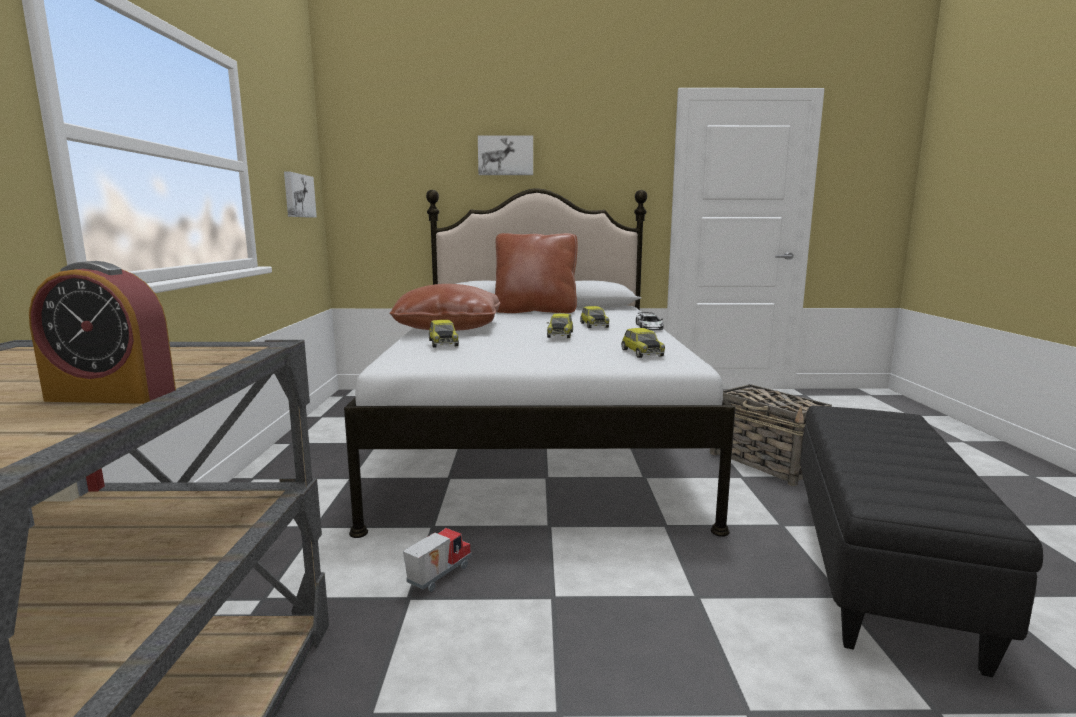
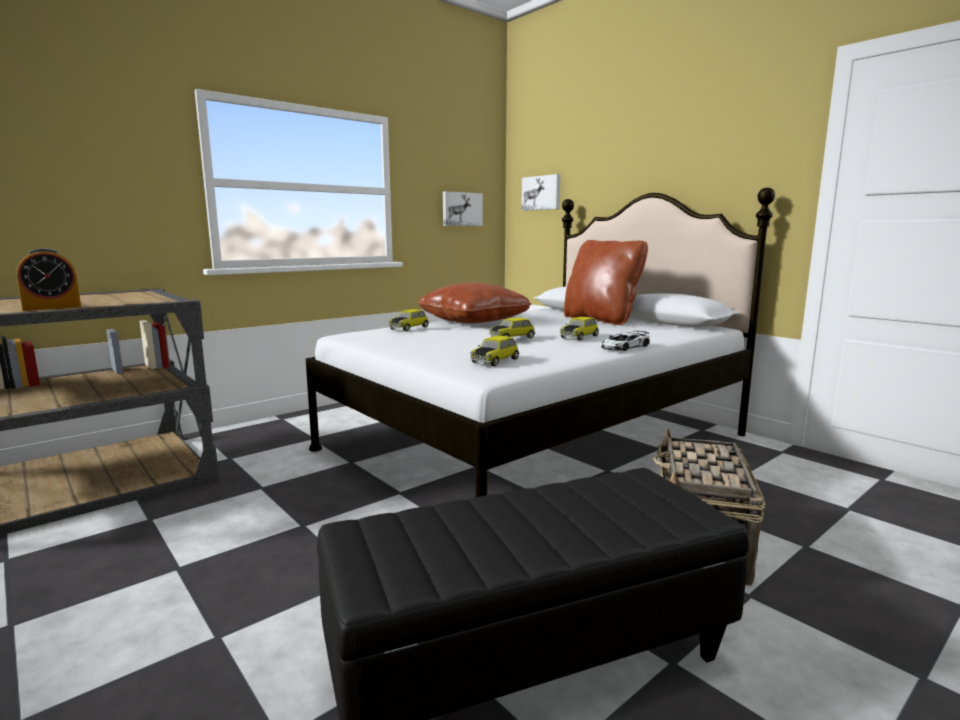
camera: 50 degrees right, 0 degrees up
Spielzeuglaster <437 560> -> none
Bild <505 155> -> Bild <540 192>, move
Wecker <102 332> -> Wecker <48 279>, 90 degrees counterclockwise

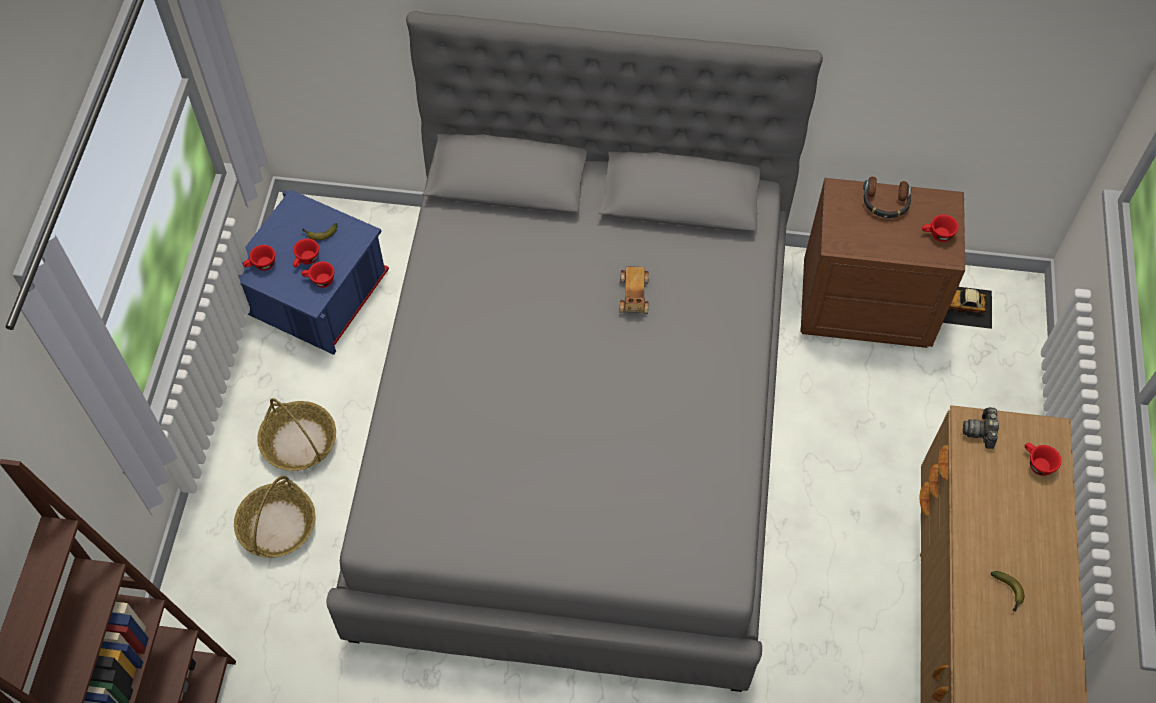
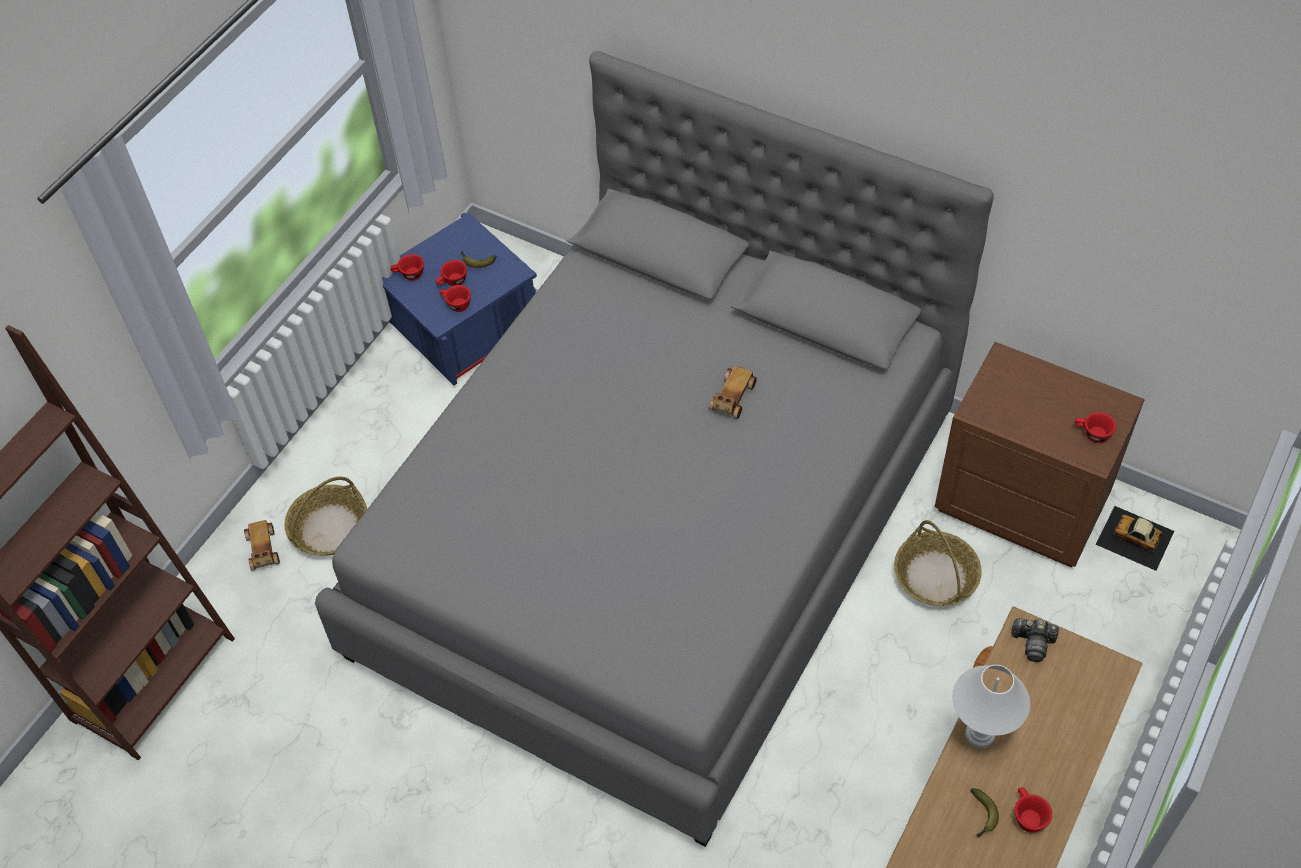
camera: 25 degrees right, 5 degrees down
Kopfhörer <887 197> -> none
none -> Spielzeugauto <262 545>
none -> Tischlampe (weiß) <991 707>
Korb <296 434> -> Korb <938 563>, move
Tasse (rot) <1043 459> -> Tasse (rot) <1033 810>, move
Kamera <981 428> -> Kamera <1035 640>, 105 degrees counterclockwise

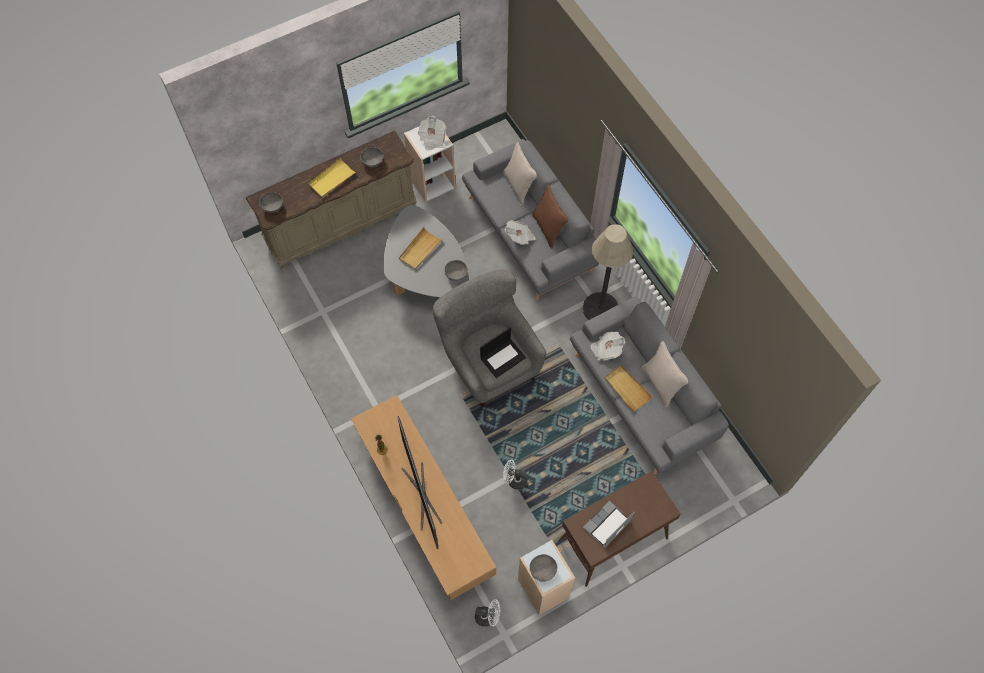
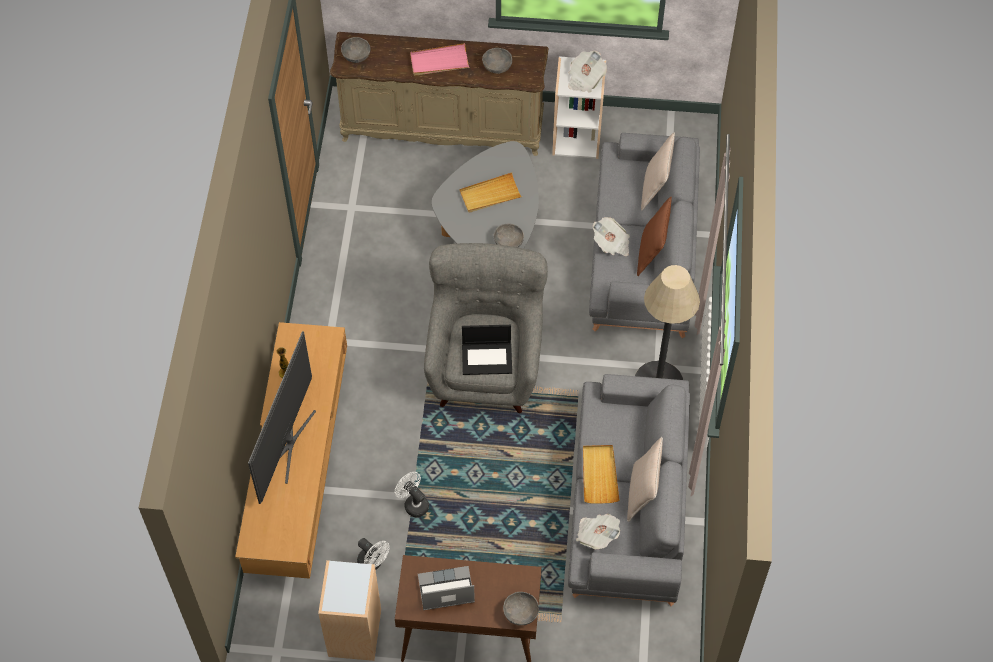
camera: 35 degrees right, 5 degrees down
Ventilator (weiß) <487 612> -> Ventilator (weiß) <373 554>, move
Schüssel (grau) <543 568> -> Schüssel (grau) <521 609>, move
Zeitung <607 346> -> Zeitung <598 531>, move
Tablett (gelb) <332 177> -> Tablett (rosa) <440 59>

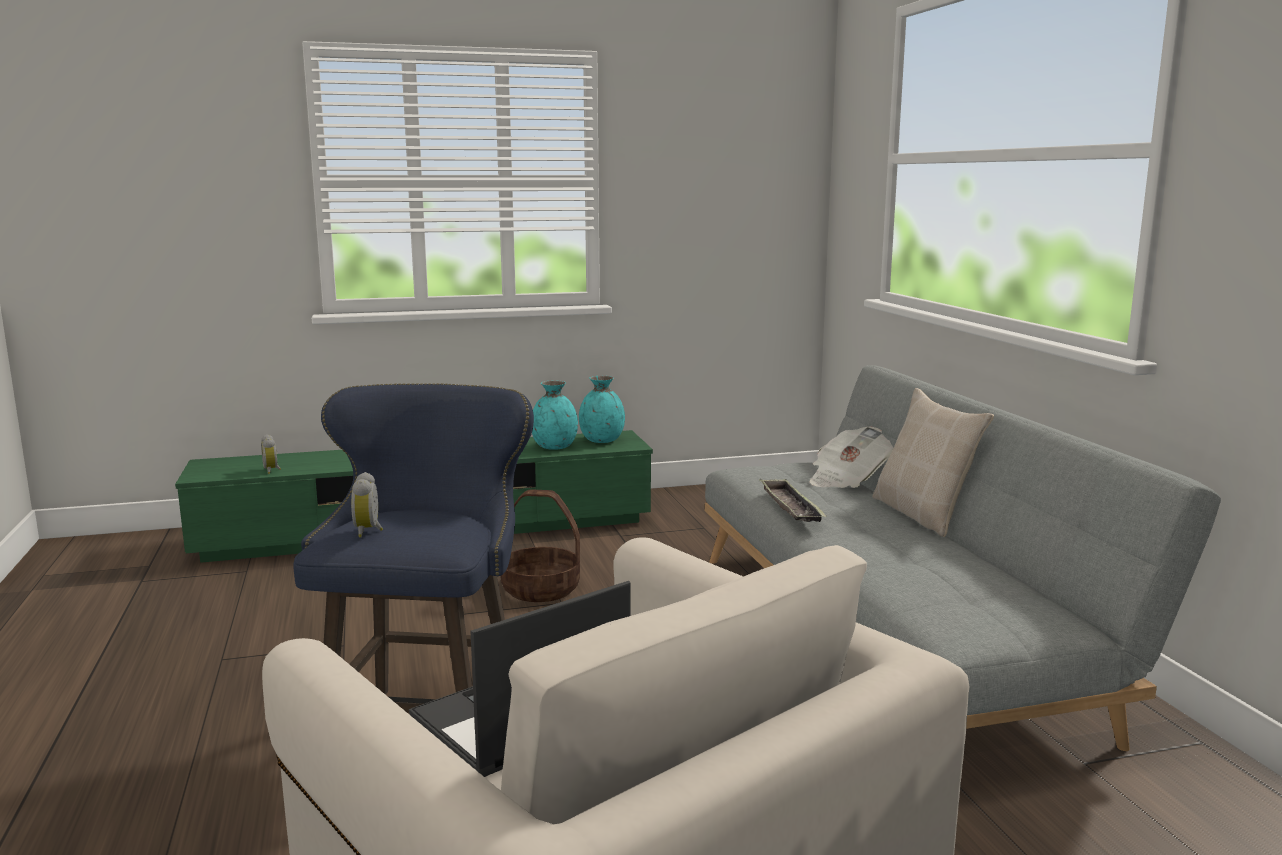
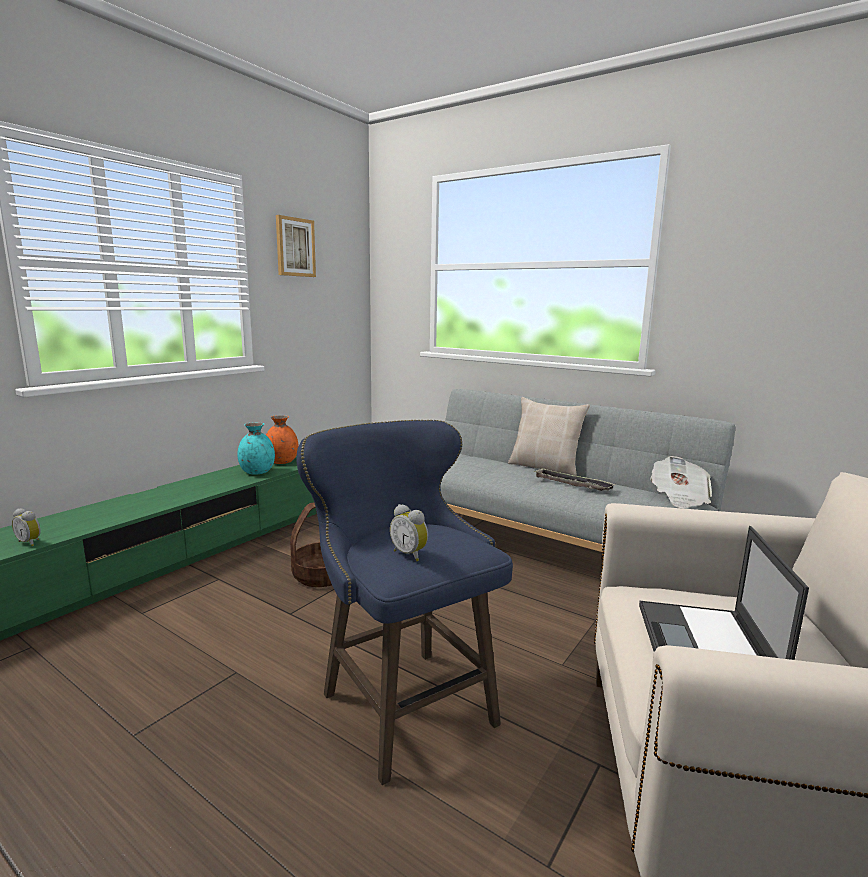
camera: 40 degrees left, 0 degrees up
none -> Bild <296 246>
Tablett <793 500> -> Tablett <575 479>, move
Zeitung <851 457> -> Zeitung <681 482>, move
Vase (türkis) <602 409> -> Vase (orange) <282 439>

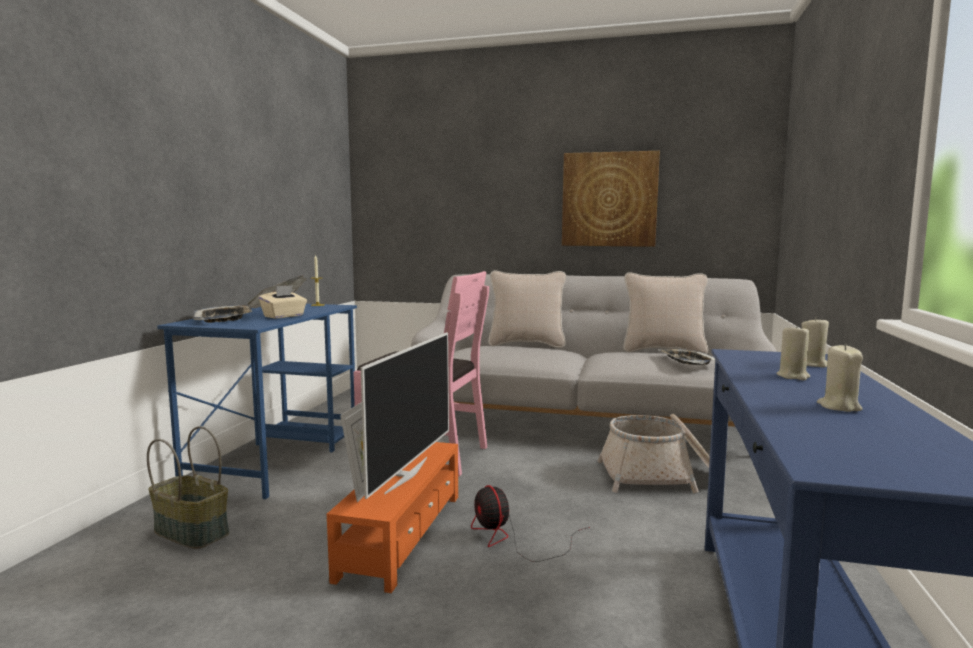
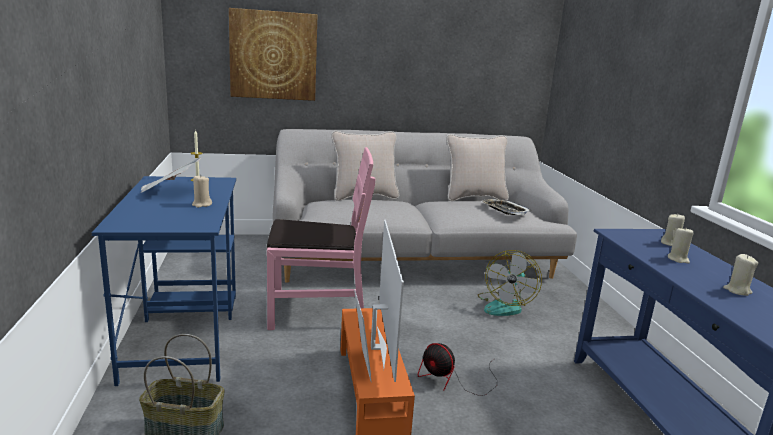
camera: 25 degrees left, 10 degrees up
Tablett <222 314> -> none
Bild <611 199> -> Bild <273 54>, move
Taschentuchbox (beige) <283 301> -> Kerze (beige) <202 192>
Korb <653 453> -> Ventilator <510 283>

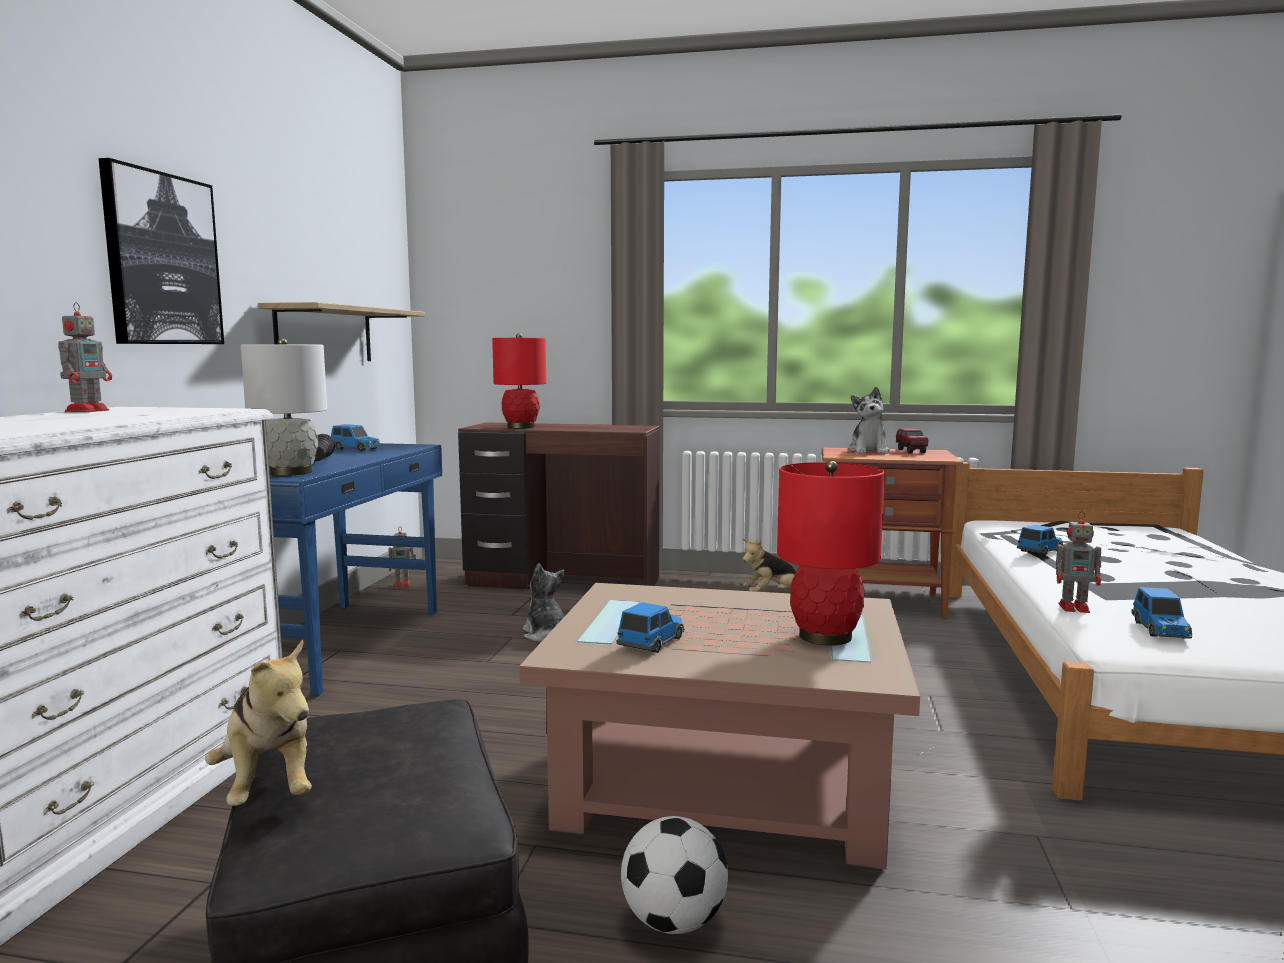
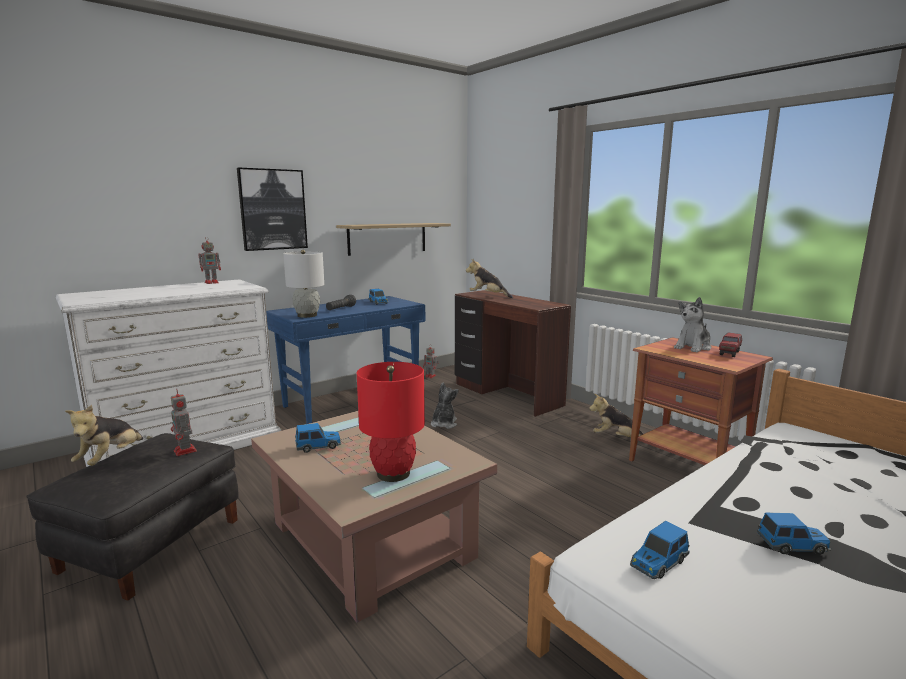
camera: 40 degrees right, 5 degrees up
Fußball <674 875> -> none
Spielzeugauto <1040 540> -> Spielzeugauto <794 534>, move
Spielzeugroboter <1079 562> -> Spielzeugroboter <184 423>, move
Tischlampe (rot) <519 380> -> Plüschtier <489 278>

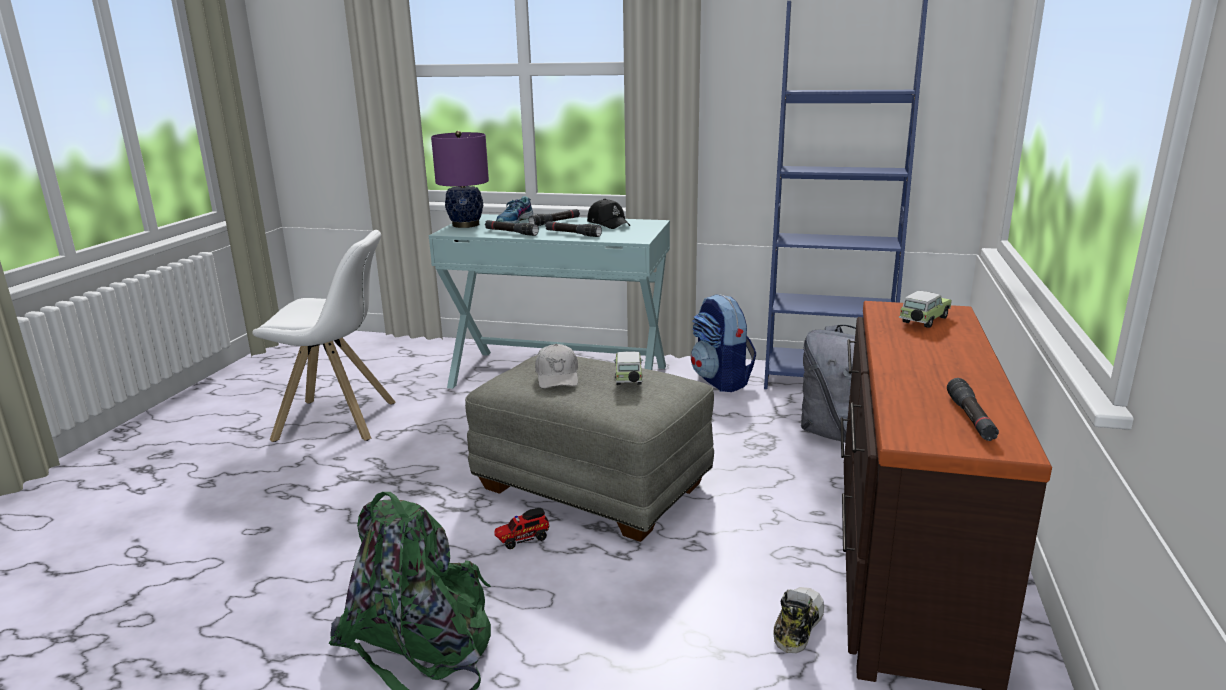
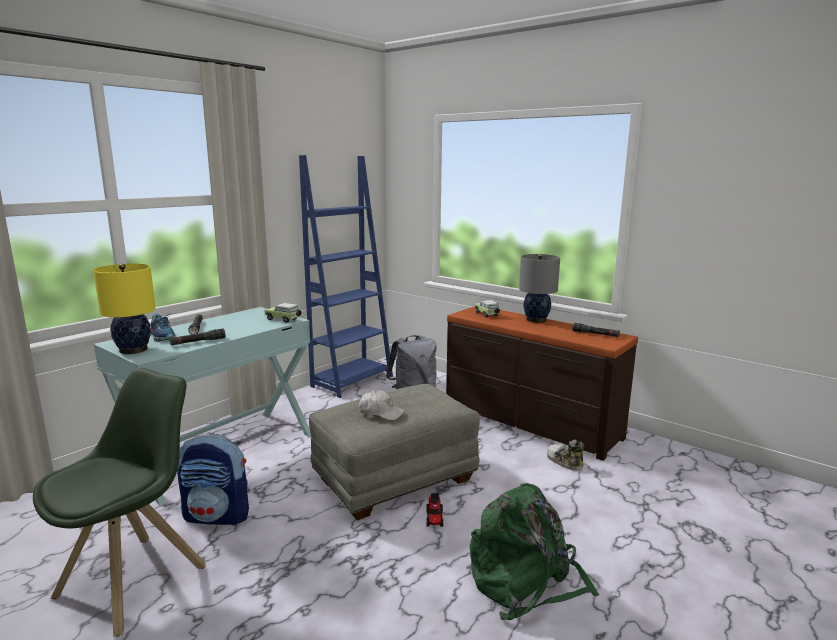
camera: 65 degrees left, 5 degrees down
Taschenlampe (schwarz) <573 229> -> none
Kappe (schwarz) <608 214> -> none
none -> Tischlampe (grau) <539 288>
Spielzeugauto <628 368> -> Spielzeugauto <282 313>, move
Rucksack <723 343> -> Rucksack <213 479>, move
Stuhl (weiß) <324 336> -> Stuhl (grün) <119 502>
Tischlampe (lila) <460 179> -> Tischlampe (gelb) <124 309>

